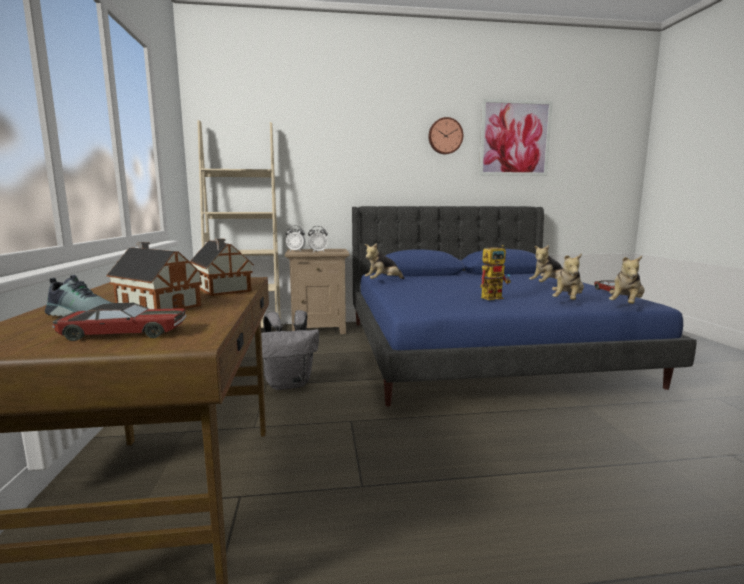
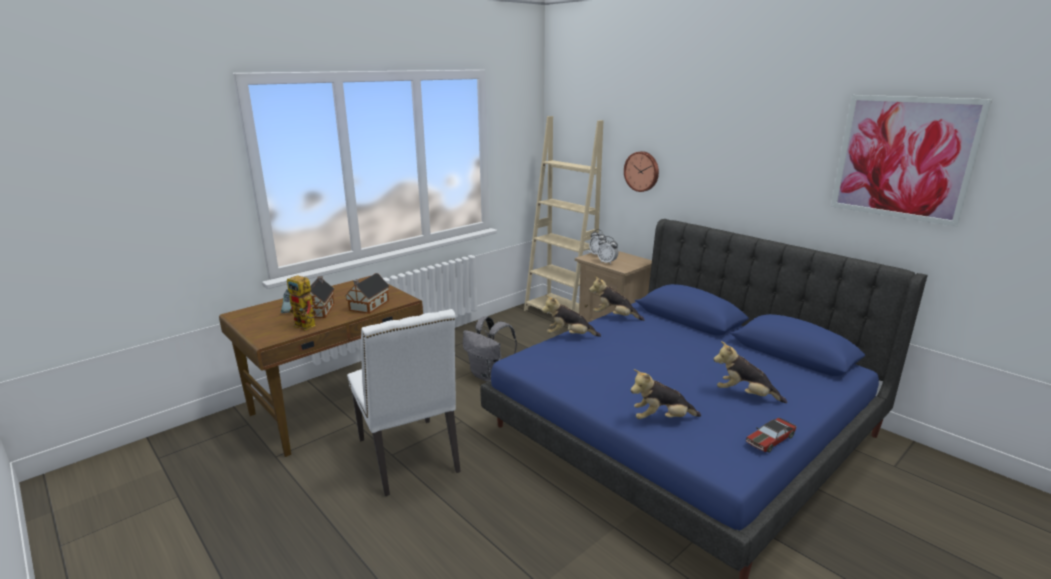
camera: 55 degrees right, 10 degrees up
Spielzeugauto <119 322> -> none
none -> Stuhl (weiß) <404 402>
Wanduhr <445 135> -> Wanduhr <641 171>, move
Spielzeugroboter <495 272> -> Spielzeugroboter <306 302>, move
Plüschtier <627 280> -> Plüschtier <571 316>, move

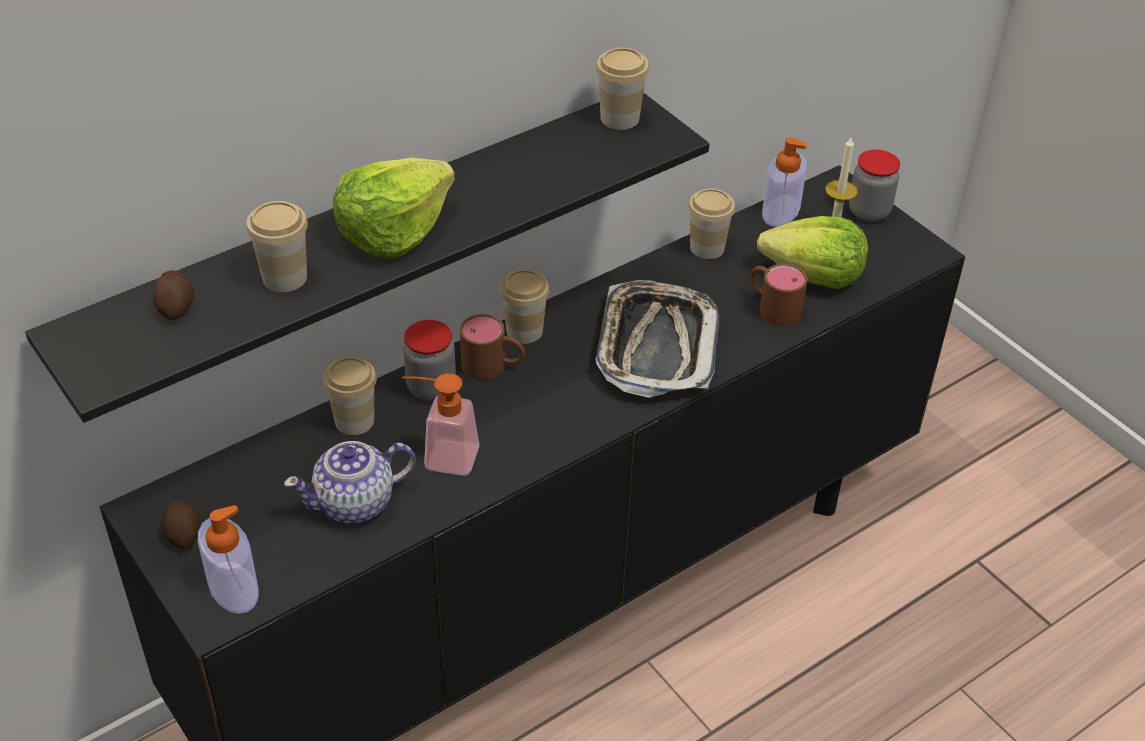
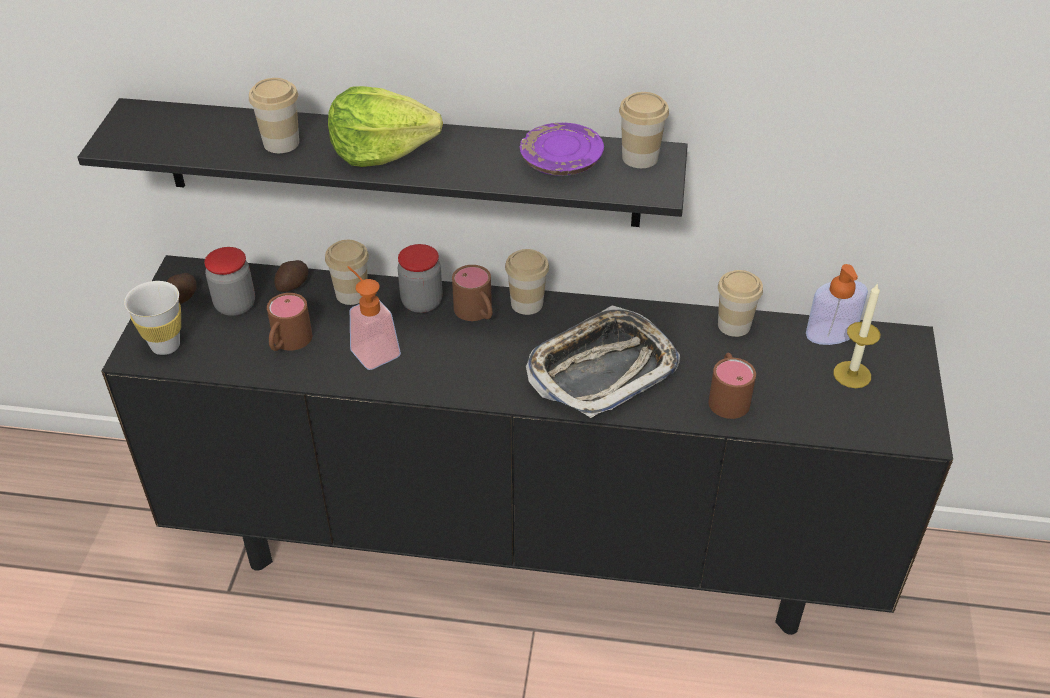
camera: 45 degrees right, 0 degrees up
Salatkopf <812 252> -> none
none -> Teller (lila) <562 149>
Kartoffel <173 295> -> Kartoffel <291 276>, move
Vorratsglas <874 186> -> Vorratsglas <229 281>, move
Seifenspender <228 559> -> Tasse (weiß) <152 318>
Teekanne <349 482> -> Henkelbecher (braun) <289 322>

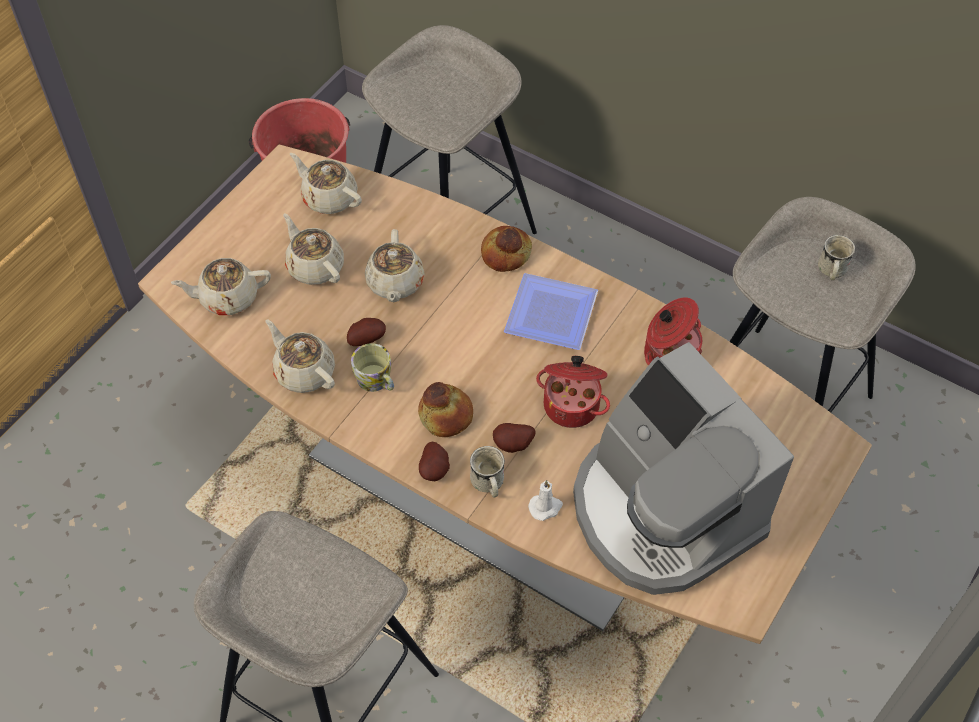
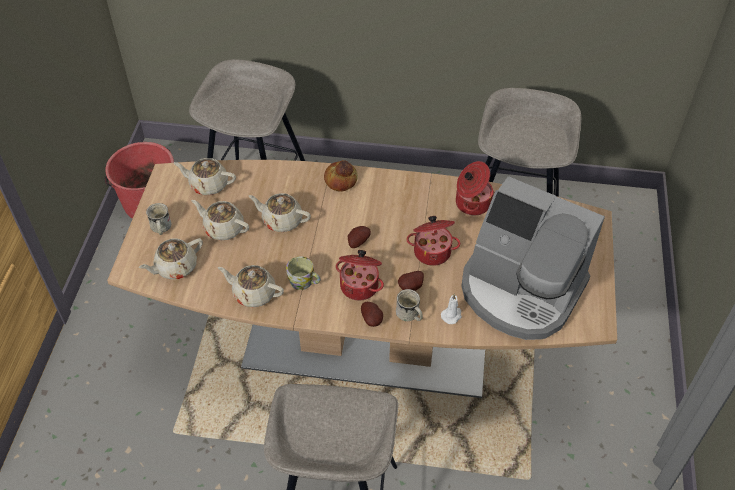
camera: 25 degrees left, 5 degrees down
Teller <551 311> -> none
Kartoffel <366 332> -> Kartoffel <359 237>, move
Henkelbecher (weiß) <836 257> -> Henkelbecher (weiß) <158 219>, move
Brot <445 409> -> Kochtopf <360 275>
Teekanne (beige) <395 265> -> Teekanne (beige) <280 212>, 135 degrees clockwise

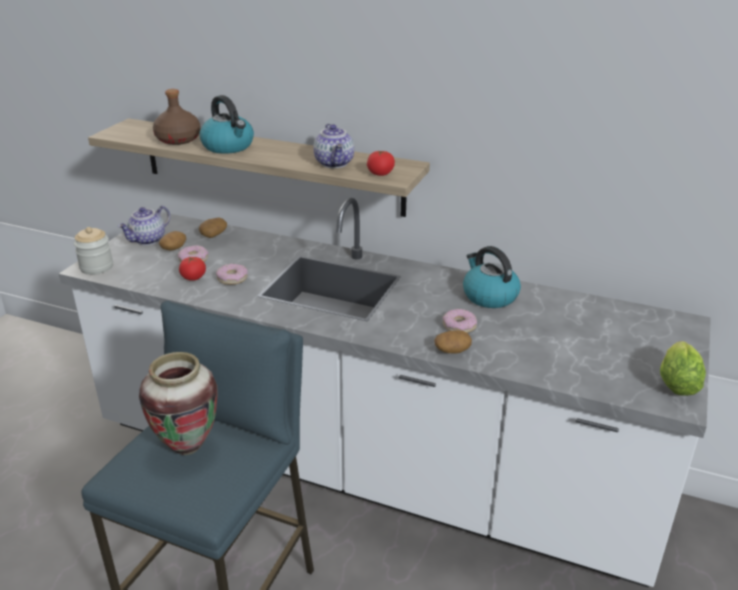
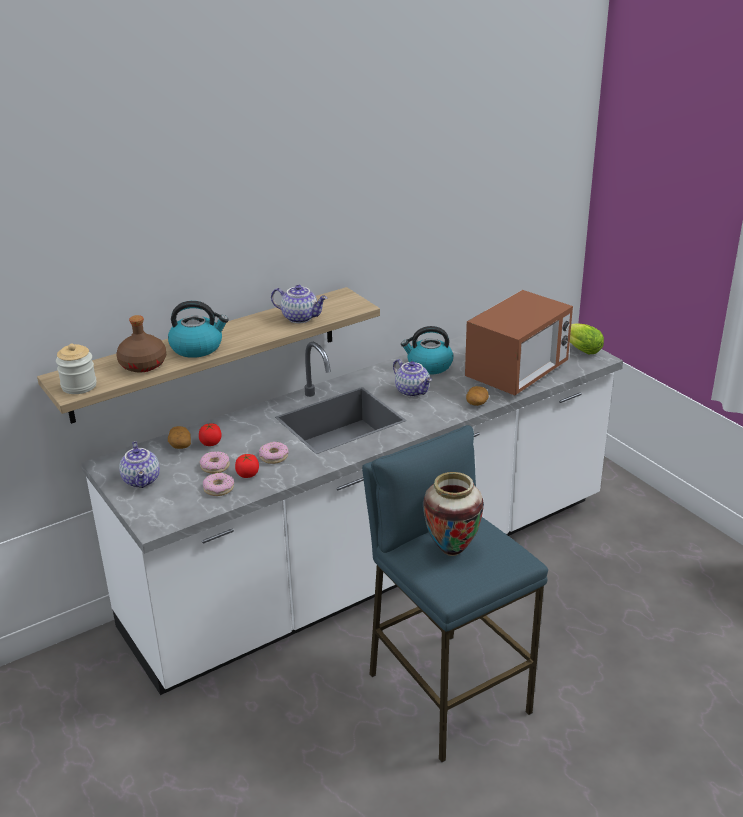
camera: 55 degrees left, 0 degrees up
Kartoffel <172 240> -> none
none -> Teekanne <412 378>
none -> Mikrowelle <519 342>
Vorratsglas <93 251> -> Vorratsglas <76 369>, move
Tomate <381 163> -> Tomate <210 434>, move
Donut <459 321> -> Donut <218 484>, move

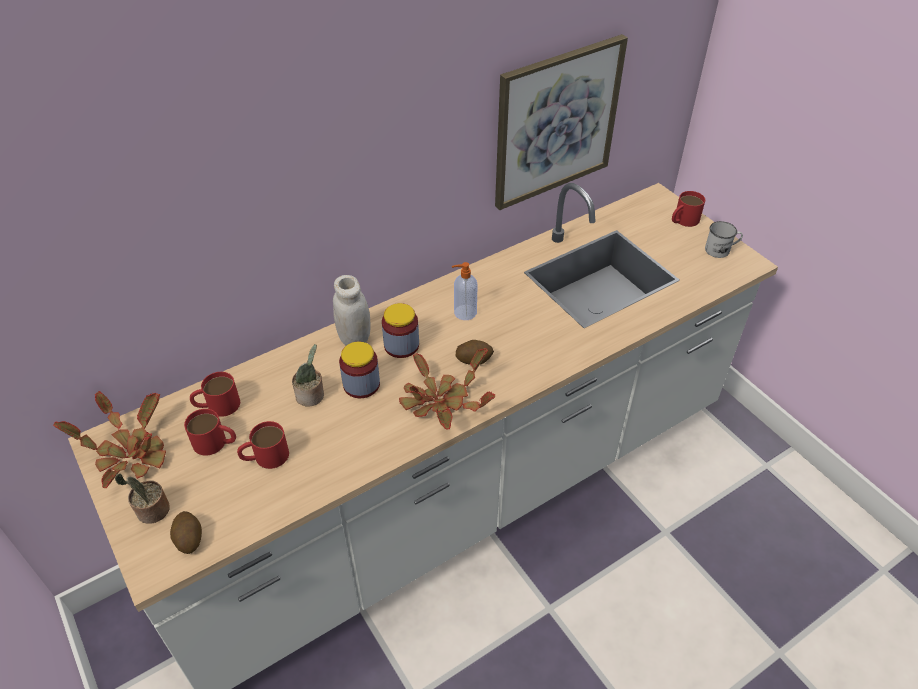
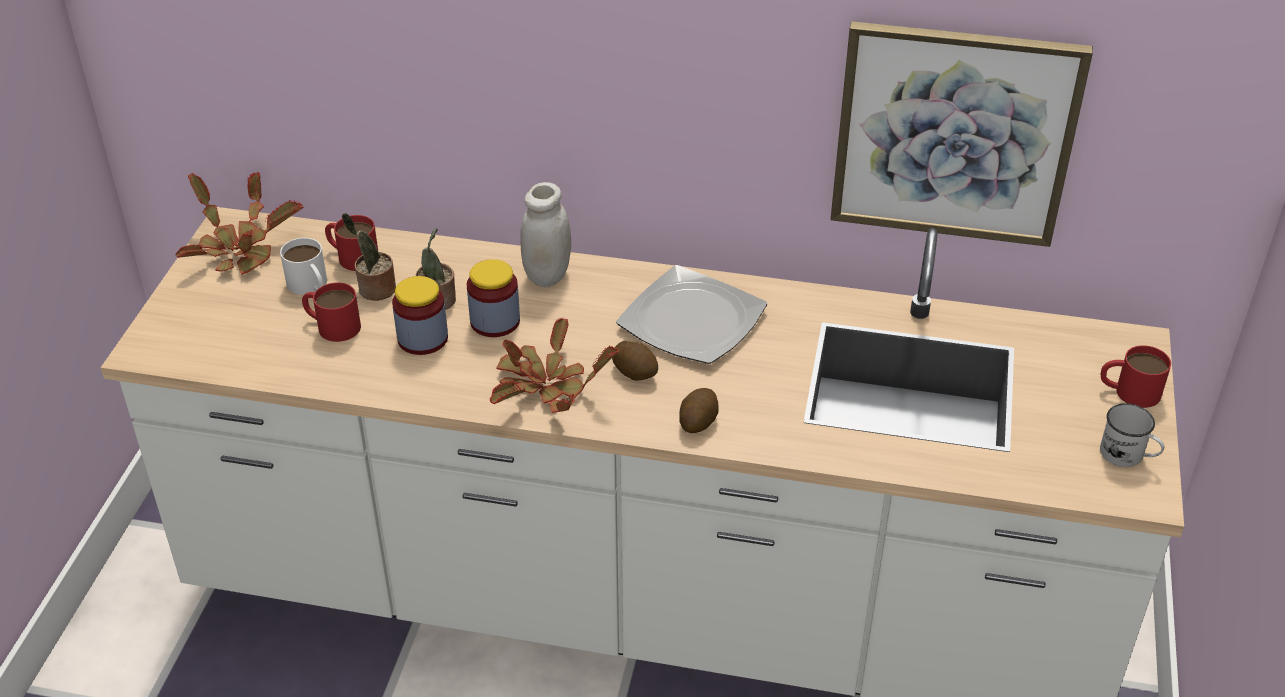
camera: 45 degrees right, 5 degrees down
Topfpflanze <142 498> -> Topfpflanze <369 257>, move
Kartoffel <186 532> -> Kartoffel <699 410>, move
Vorratsglas <400 330> -> Vorratsglas <420 315>, move
Seifenspender <464 291> -> Teller <691 314>
Henkelbecher (rot) <210 432> -> Henkelbecher (weiß) <303 266>

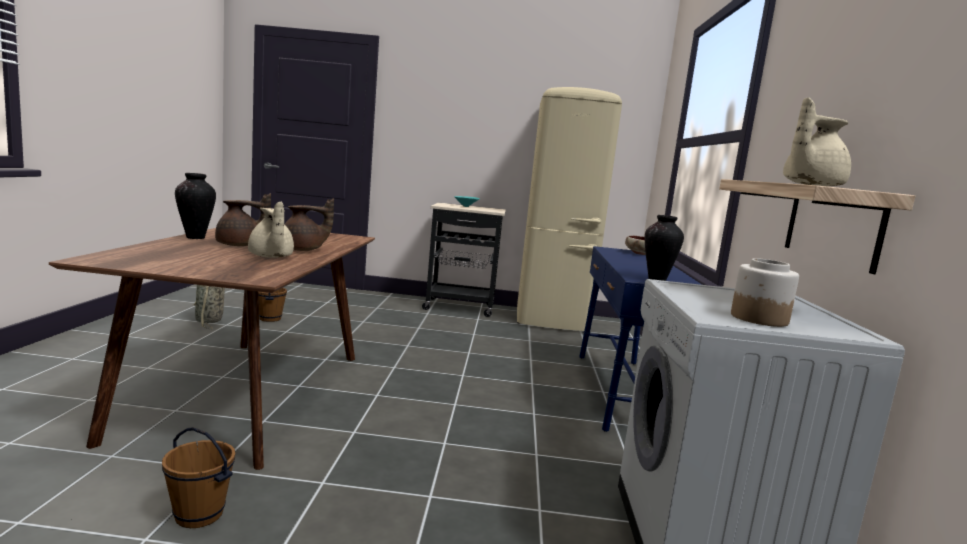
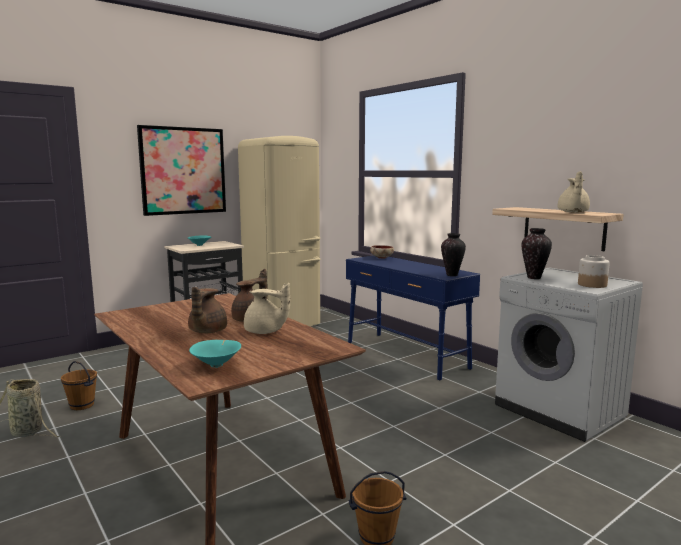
camera: 40 degrees left, 0 degrees up
none -> Bild <181 170>
none -> Schüssel (türkis) <215 354>
Vase <195 206> -> Vase <537 253>, move
Teekanne (braun) <243 219> -> Teekanne (braun) <207 310>, 150 degrees clockwise

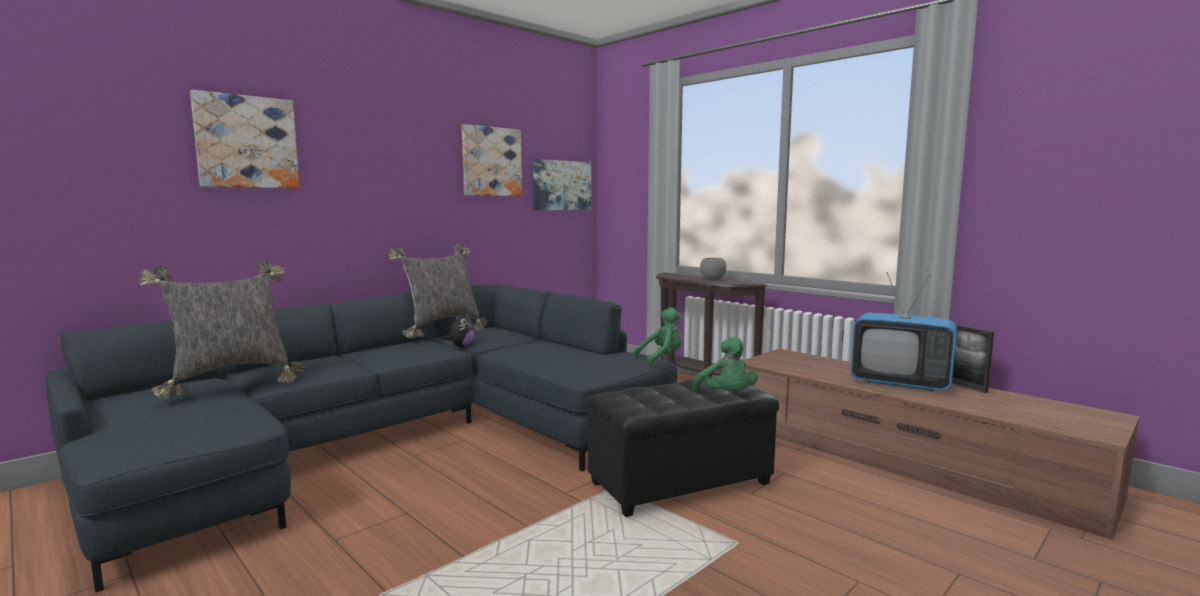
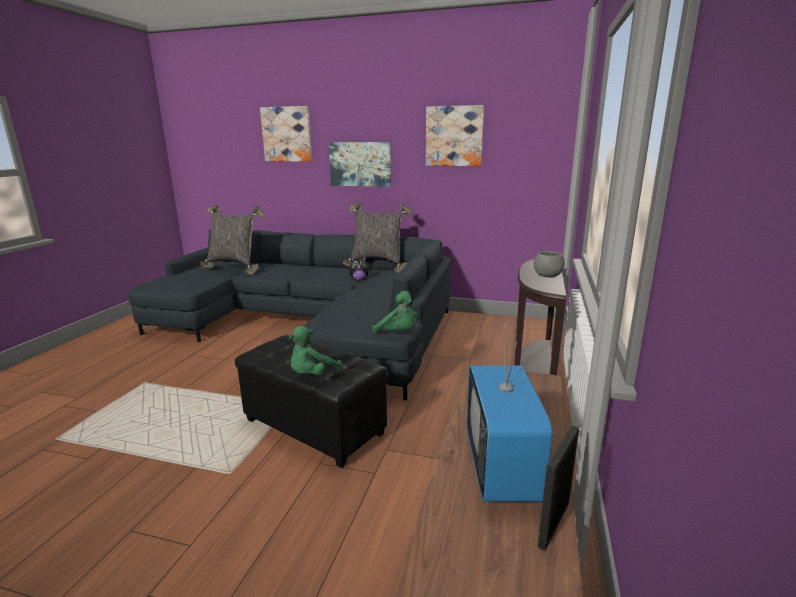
camera: 60 degrees right, 10 degrees up
Bild <562 184> -> Bild <360 164>, move

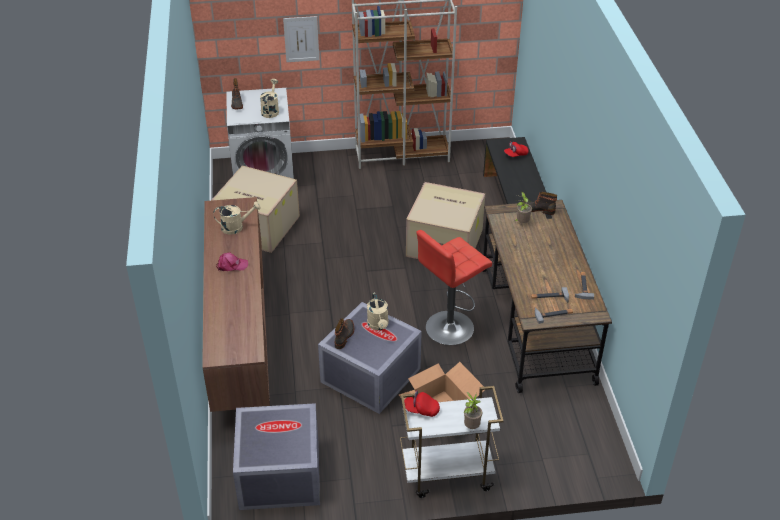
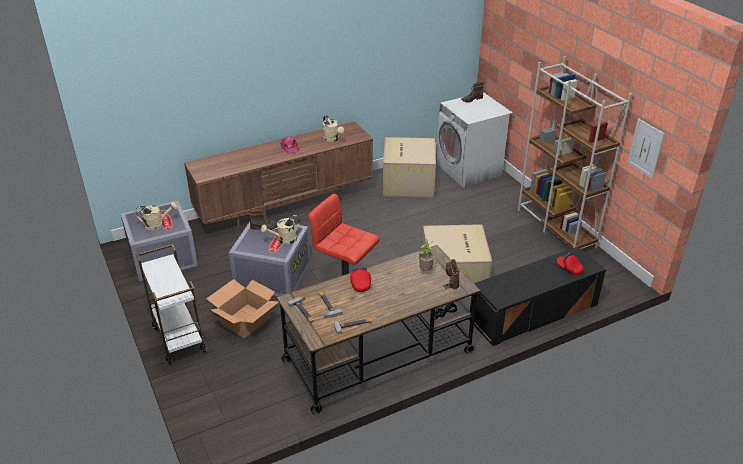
camera: 70 degrees right, 5 degrees down
Topfpflanze <473 410> -> none
Gießkanne (beige) <269 98> -> Gießkanne (beige) <156 216>, move
Bild <301 39> -> Bild <646 148>, move
Kappe (rot) <422 403> -> Kappe (rot) <360 279>, move

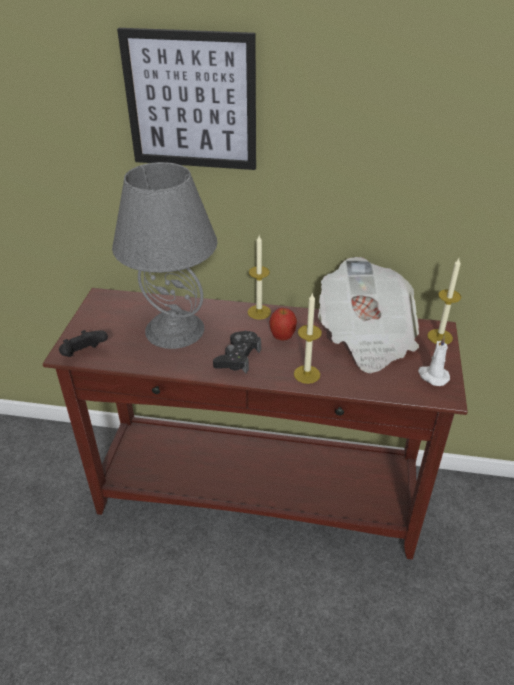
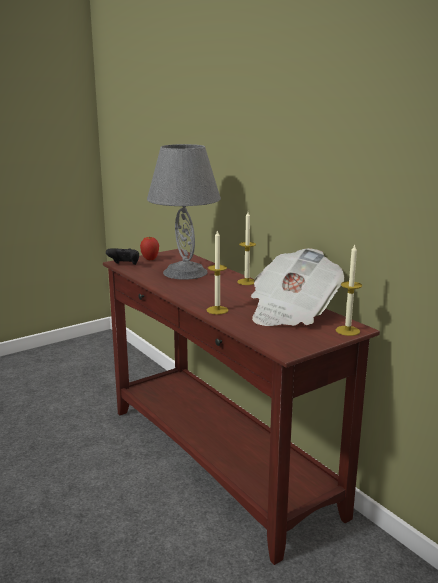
camera: 45 degrees right, 20 degrees down
Bild <186 99> -> none
Gamepad (schwarz) <237 352> -> none
Kerze (weiß) <434 361> -> none
Apfel <283 324> -> Apfel <149 247>, move

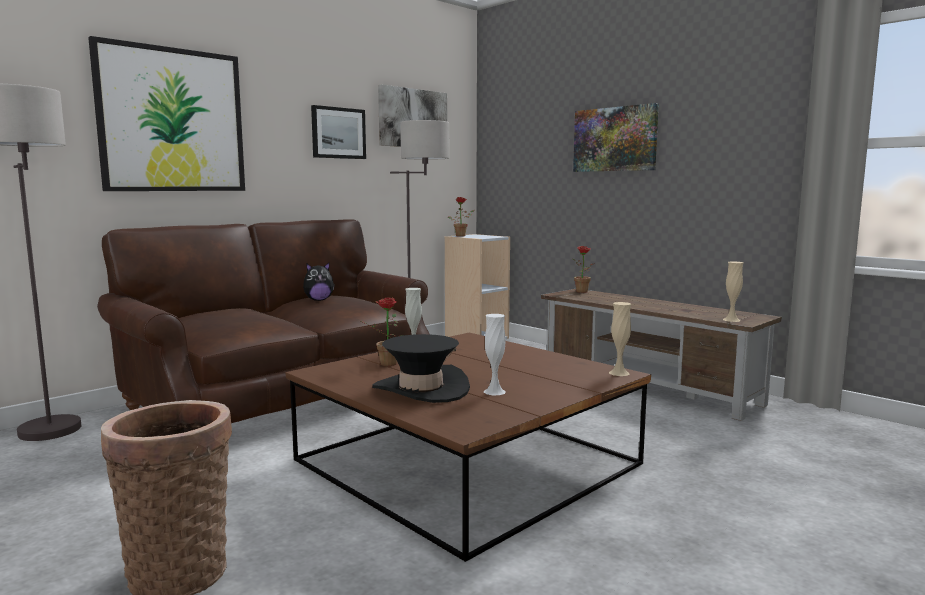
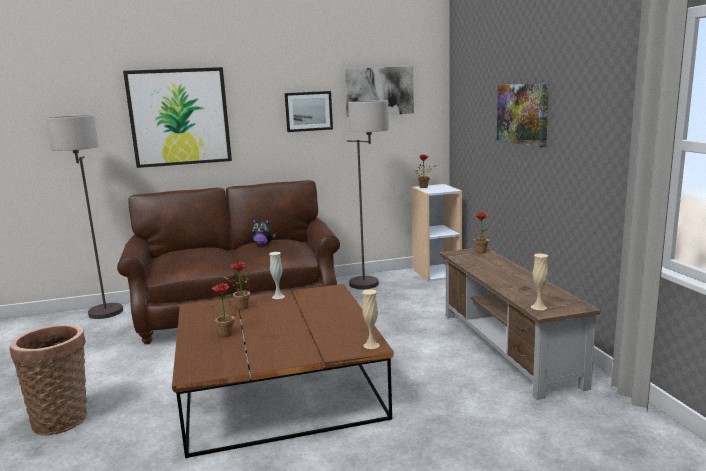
camera: 30 degrees right, 5 degrees up
Vase (weiß) <495 354> -> none
Hut (schwarz) <421 368> -> Topfpflanze <219 310>

